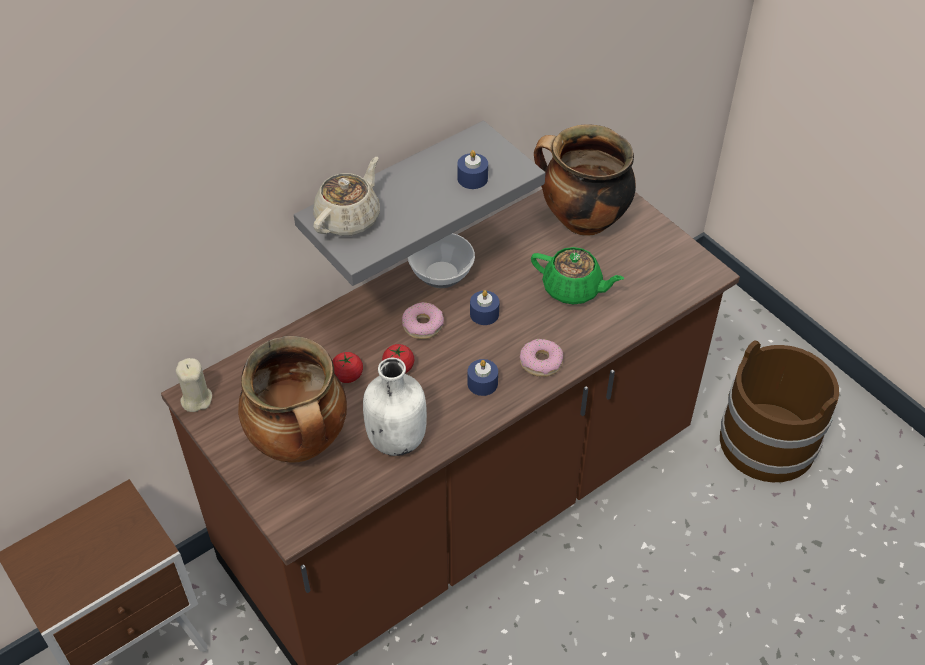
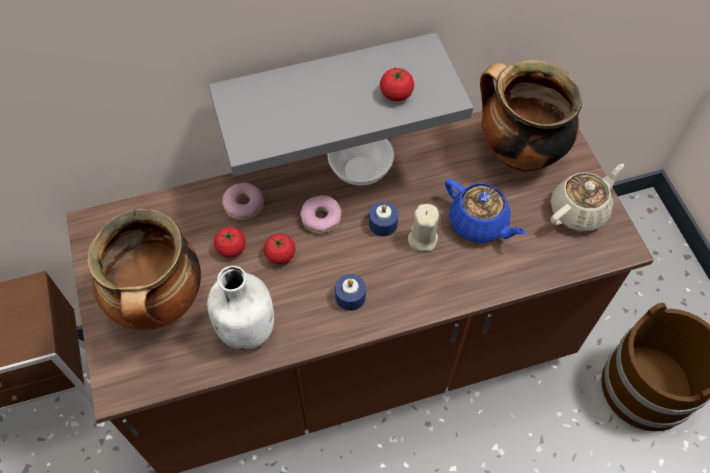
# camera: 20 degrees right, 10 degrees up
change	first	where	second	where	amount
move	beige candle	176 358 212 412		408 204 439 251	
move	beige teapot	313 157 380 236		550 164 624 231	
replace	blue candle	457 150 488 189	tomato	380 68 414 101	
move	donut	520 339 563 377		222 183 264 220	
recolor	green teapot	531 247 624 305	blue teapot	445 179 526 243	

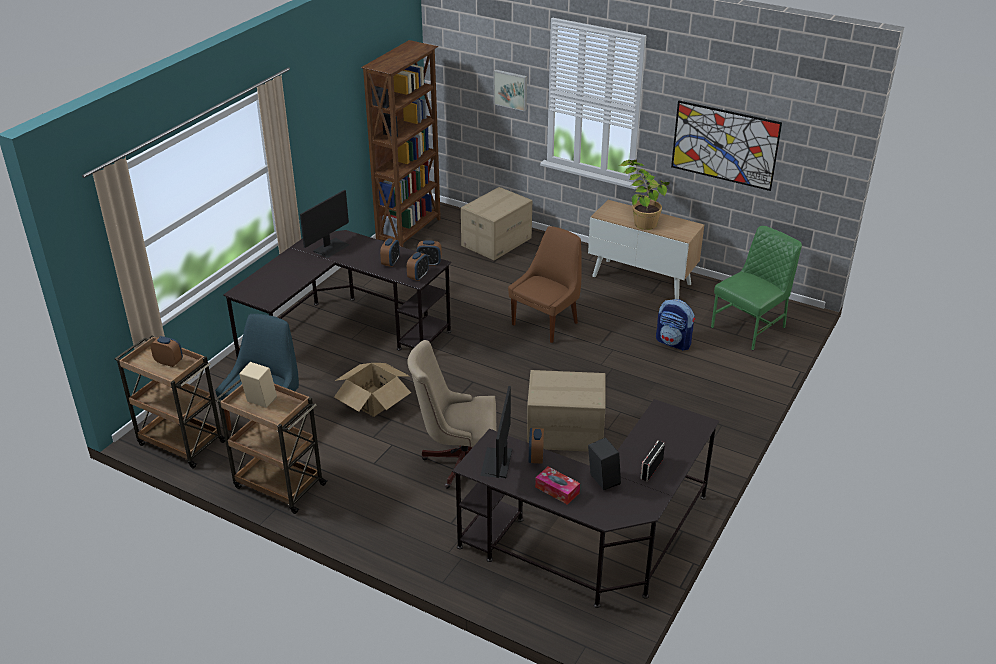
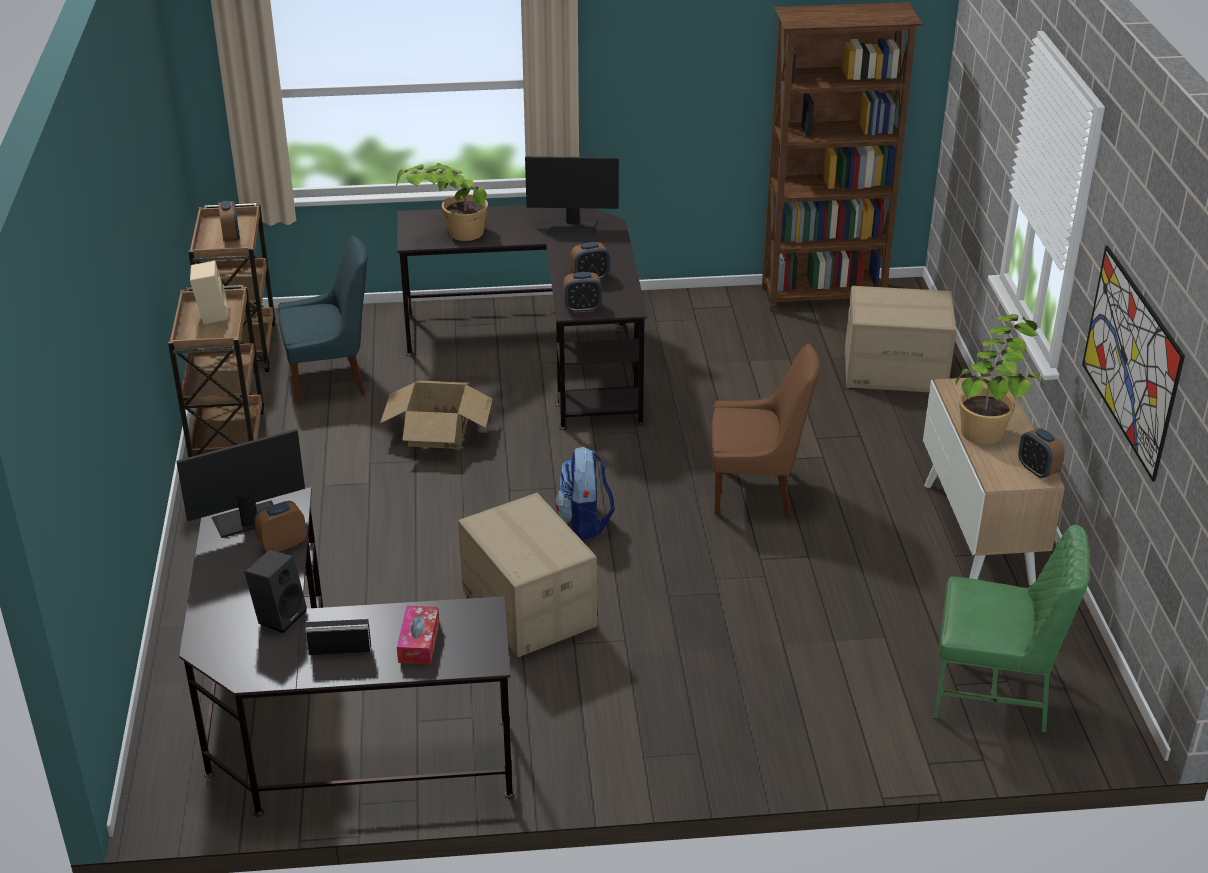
# camera: 55 degrees right, 0 degrees up
change	first	where	second	where	amount
delete	beige office chair	407 340 496 489			
move	alarm clock	417 240 442 266		1018 428 1065 479	
delete	picture	494 70 527 111			
move	tissue box	535 467 580 505		397 606 439 664	
move	backpack	656 299 695 351		556 446 615 540	
insert			potted plant	396 163 488 241	

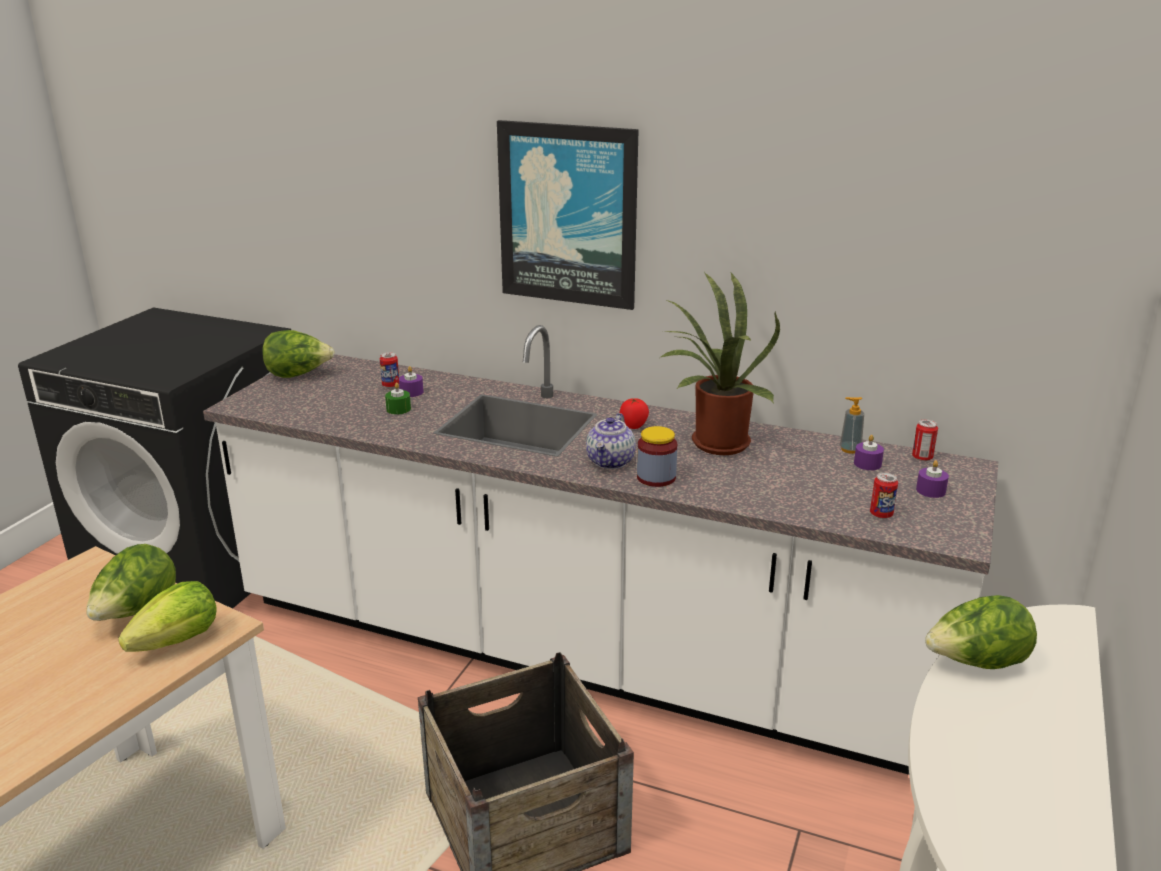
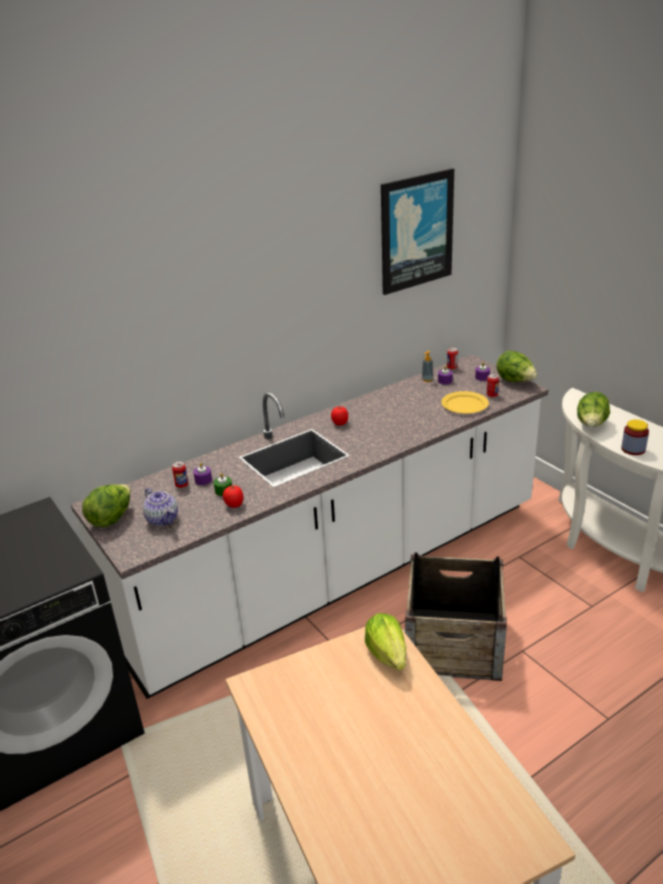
# camera: 55 degrees left, 5 degrees up
change	first	where	second	where	amount
move	lettuce	86 544 176 621		496 350 537 382	
move	picture	497 120 639 310		381 168 454 295	
move	teapot	586 413 636 469		143 488 178 526	
move	jar	637 426 677 487		621 420 649 455	
delete	potted plant	661 273 780 455			
insert			tomato	223 485 243 508	
insert			yellow plate	441 391 489 414	

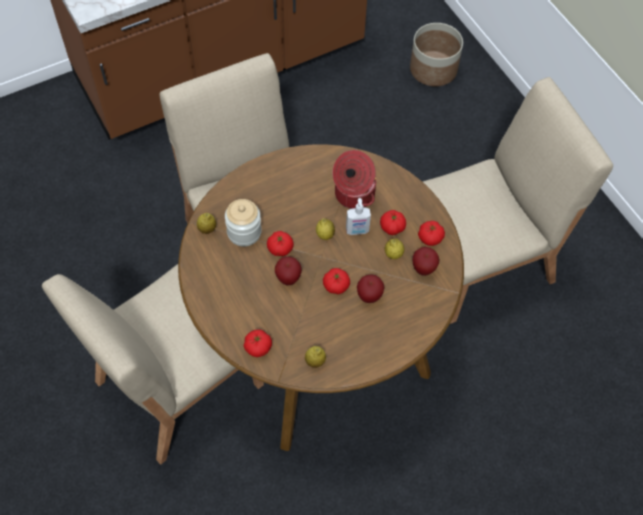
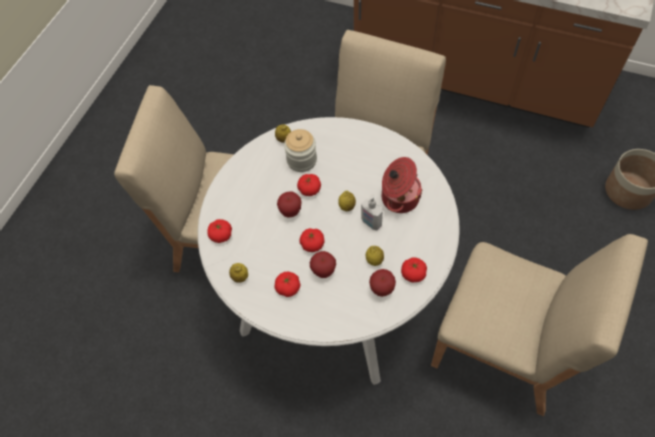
# camera: 55 degrees right, 0 degrees up
change	first	where	second	where	amount
recolor	brown dining table	178 144 464 451	white dining table	198 117 460 385	
move	tomato	380 210 406 235		274 272 301 297	

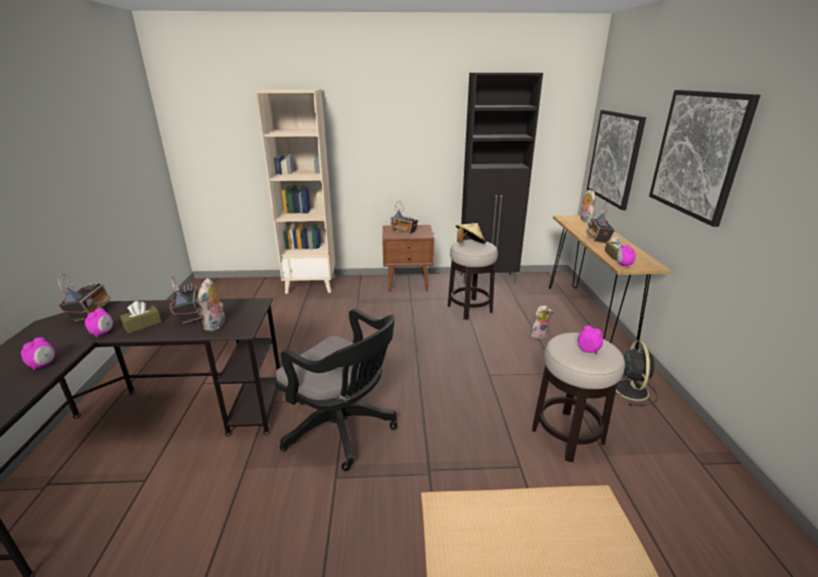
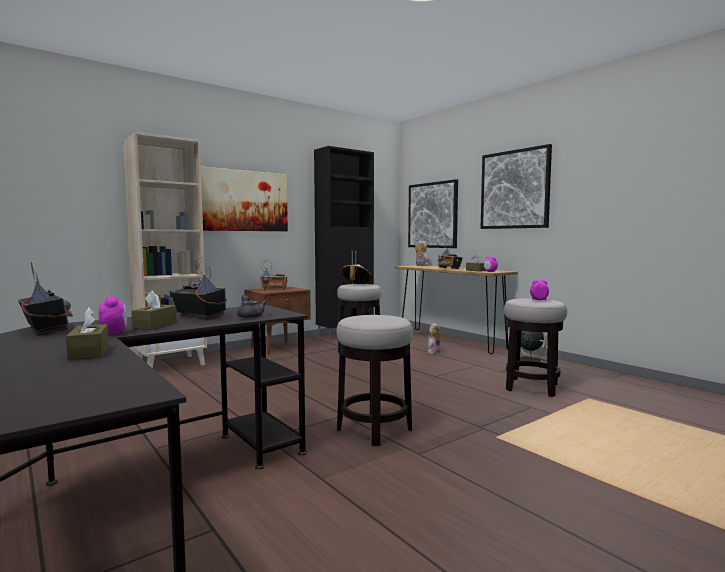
# camera: 35 degrees left, 20 degrees down
change	first	where	second	where	amount
replace	alarm clock	21 337 55 370	brown tissue box	66 307 109 360	
replace	plush toy	197 278 225 331	grey teapot	237 295 267 318	
replace	black office chair	274 309 397 471	stool	337 315 413 446	
insert			picture	201 167 288 231	

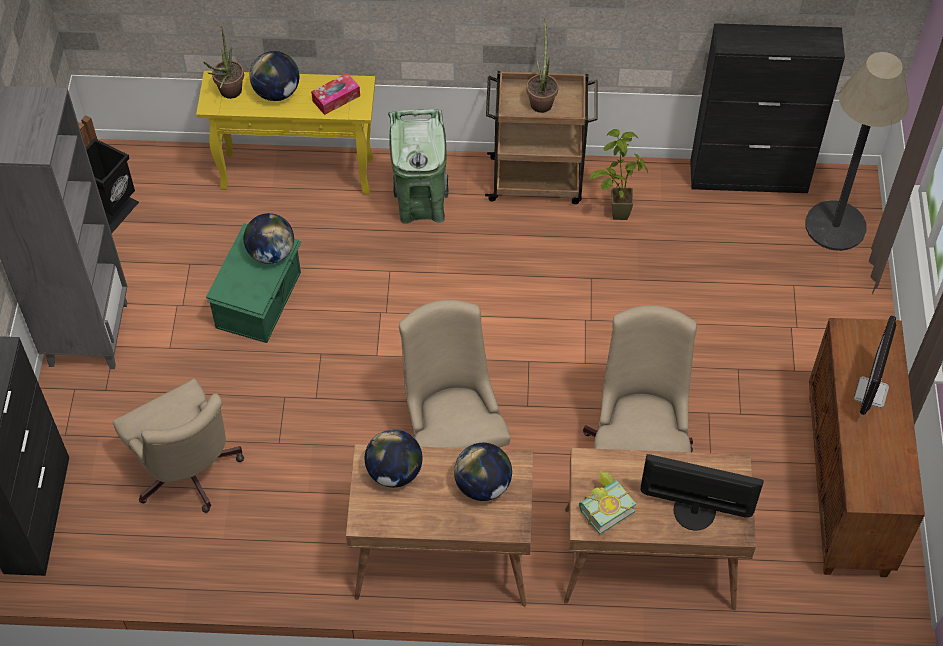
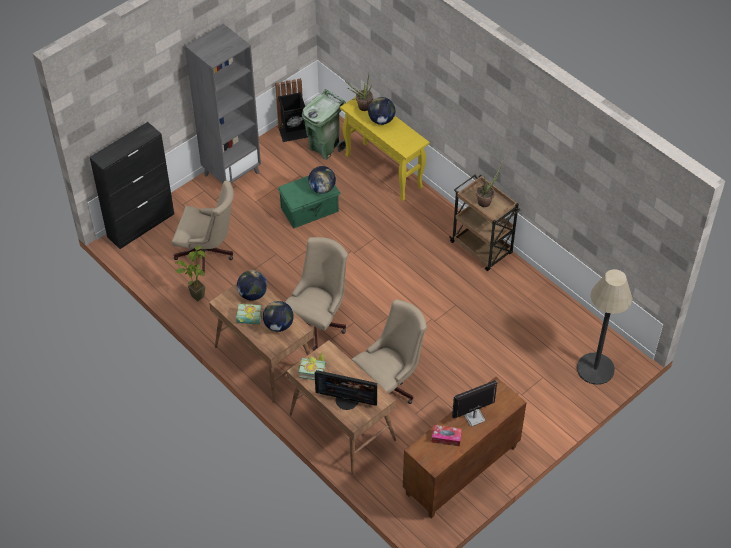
# camera: 45 degrees right, 5 degrees down
change	first	where	second	where	amount
rotate	beige office chair	113 379 244 513		172 180 234 273	90 degrees counterclockwise
move	tissue box	311 73 360 115		431 425 462 446	
move	green trash can	388 109 449 224		302 89 346 160	
move	potted plant	589 129 648 220		175 246 205 302	
rotate	monitor	640 454 764 531		315 370 377 410	135 degrees clockwise
delete	black cabinet	690 23 845 193			
insert			book	236 303 262 325	

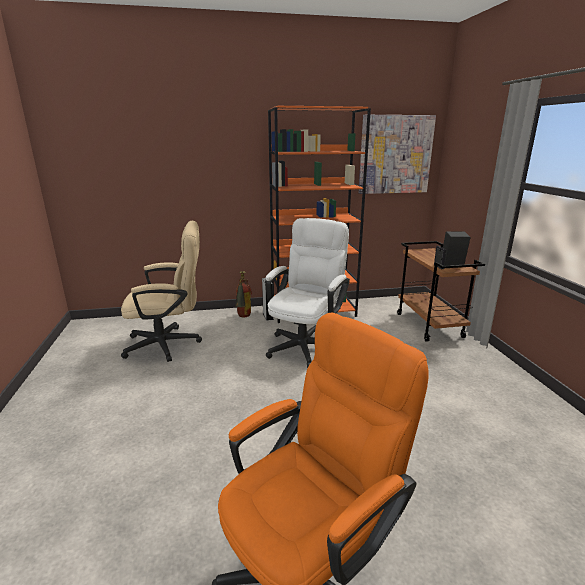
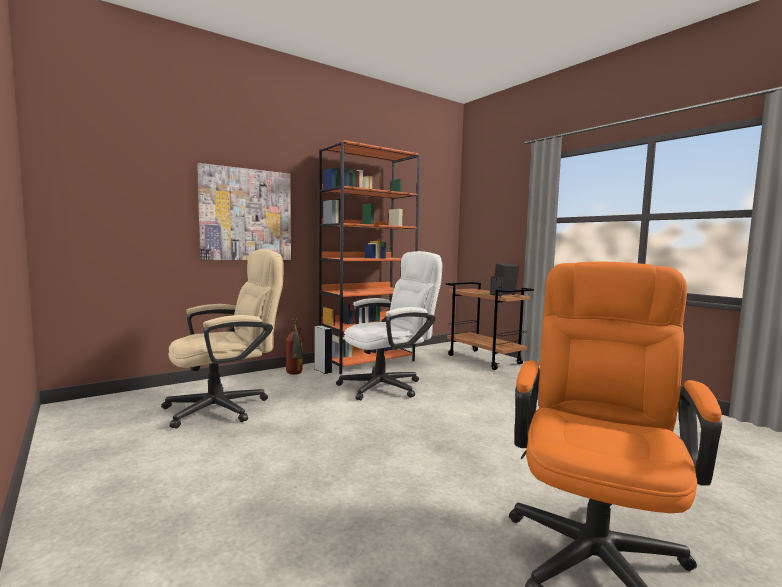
# camera: 25 degrees left, 15 degrees down
change	first	where	second	where	amount
rotate	white office chair	265 218 350 368		336 251 442 400	60 degrees clockwise
move	picture	359 115 436 194		197 163 291 260	

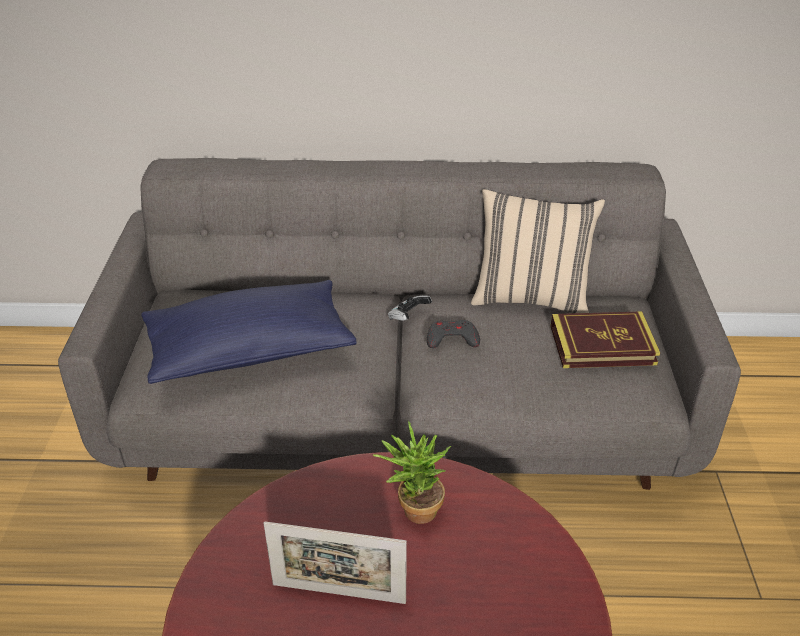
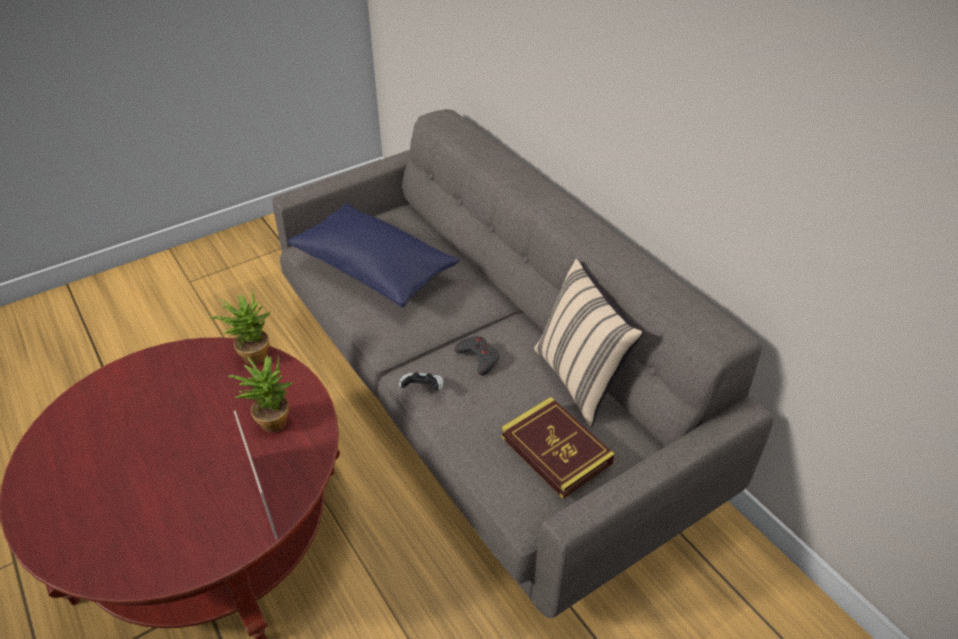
# camera: 55 degrees right, 5 degrees up
change	first	where	second	where	amount
move	picture frame	264 521 407 604		234 410 278 539	
move	game controller	388 295 432 320		399 372 443 391	
insert			potted plant	210 289 271 365	

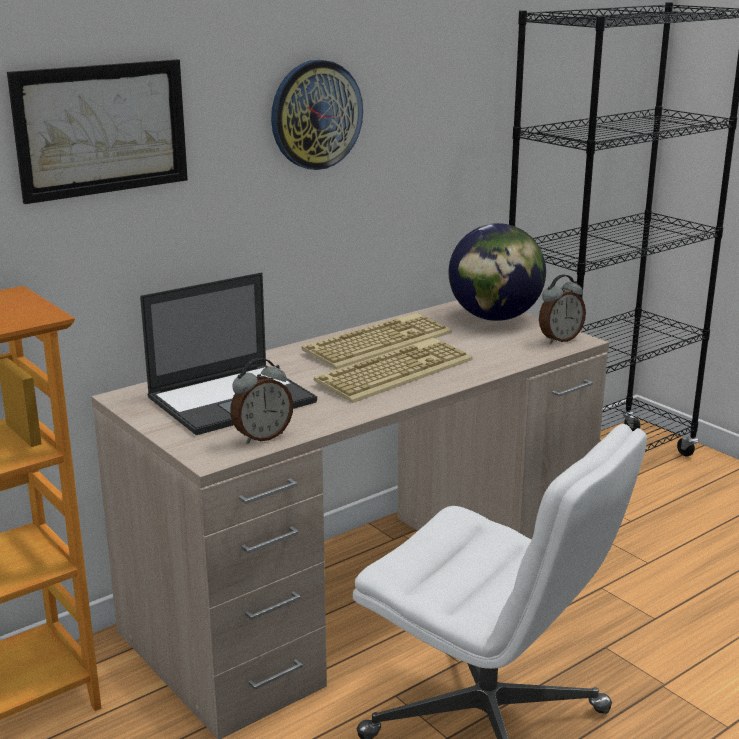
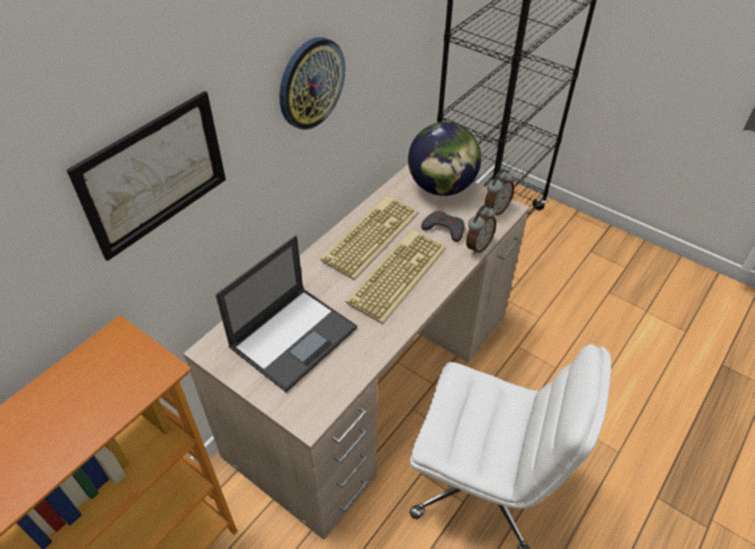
# camera: 15 degrees left, 25 degrees up
change	first	where	second	where	amount
move	alarm clock	230 358 293 444		466 205 496 255	
insert			grey game controller	421 211 465 242	

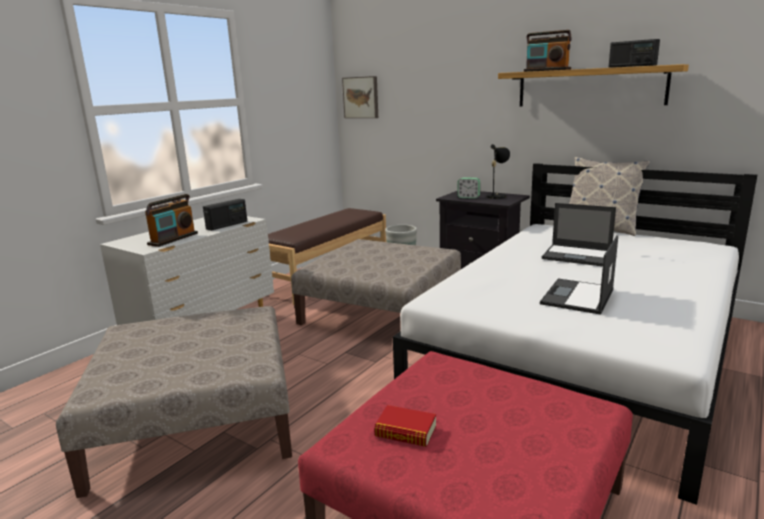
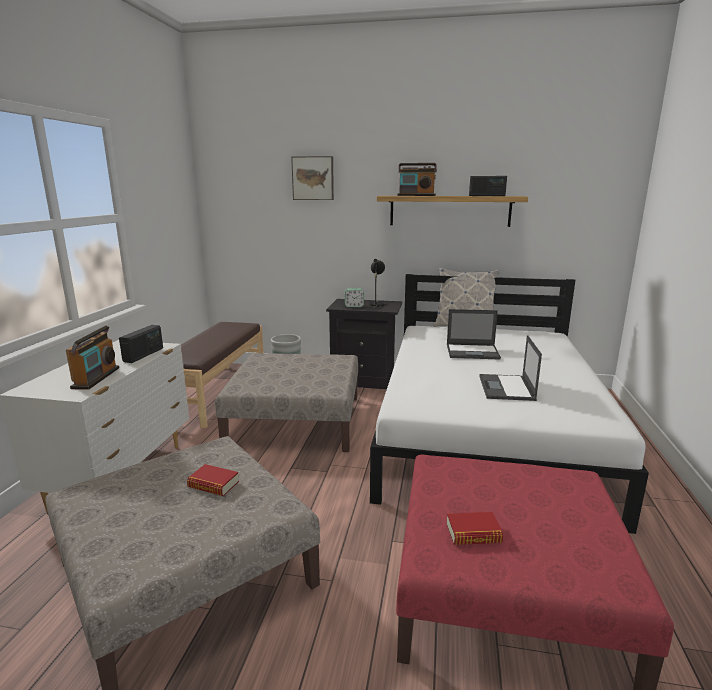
# camera: 25 degrees left, 0 degrees up
change	first	where	second	where	amount
move	picture	342 76 378 118		291 156 334 200	
insert			book	187 464 239 496	

